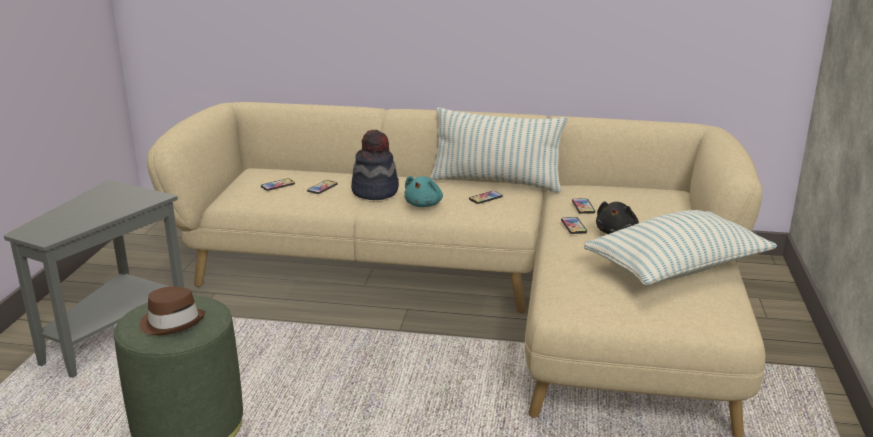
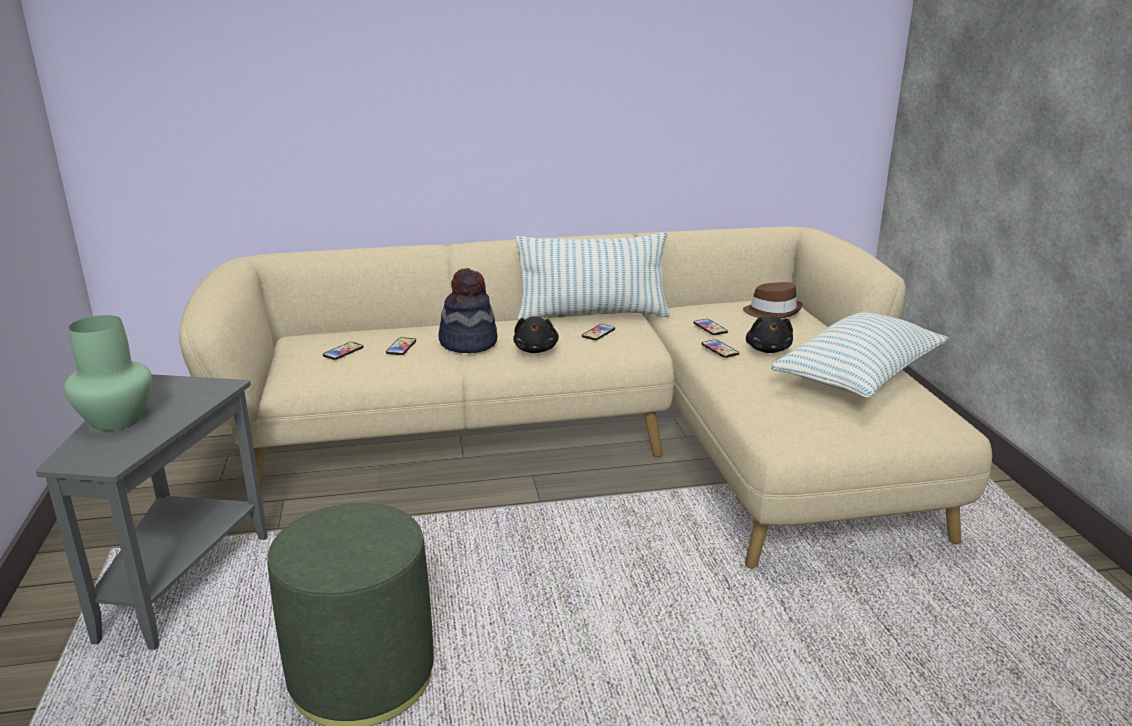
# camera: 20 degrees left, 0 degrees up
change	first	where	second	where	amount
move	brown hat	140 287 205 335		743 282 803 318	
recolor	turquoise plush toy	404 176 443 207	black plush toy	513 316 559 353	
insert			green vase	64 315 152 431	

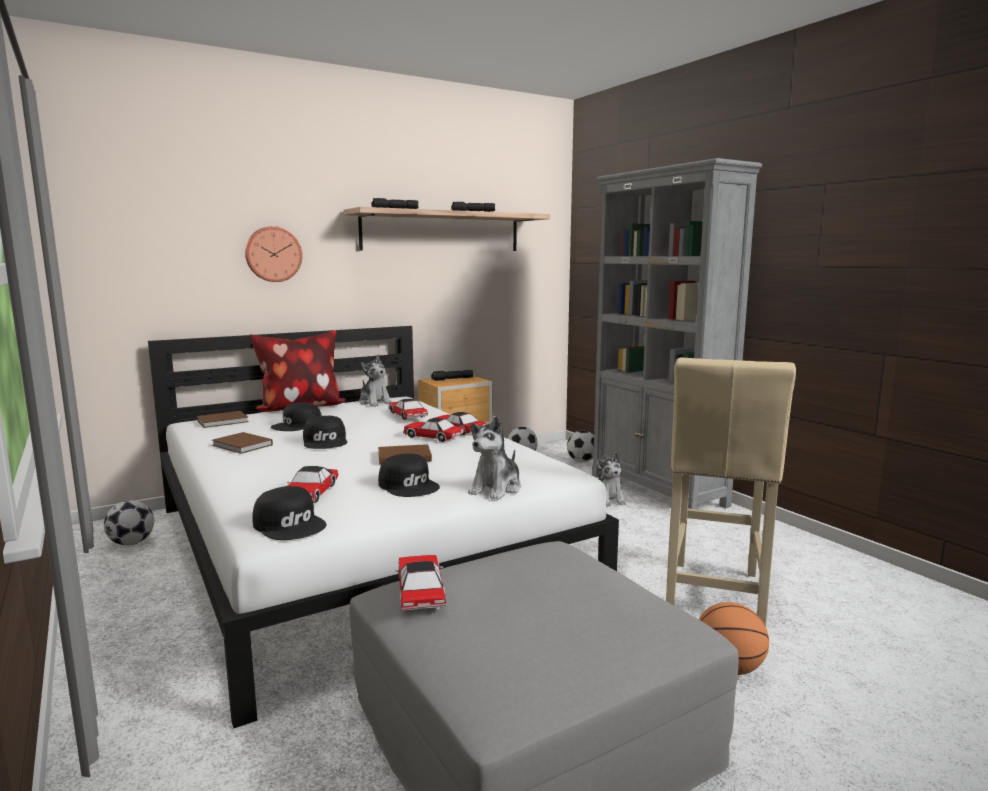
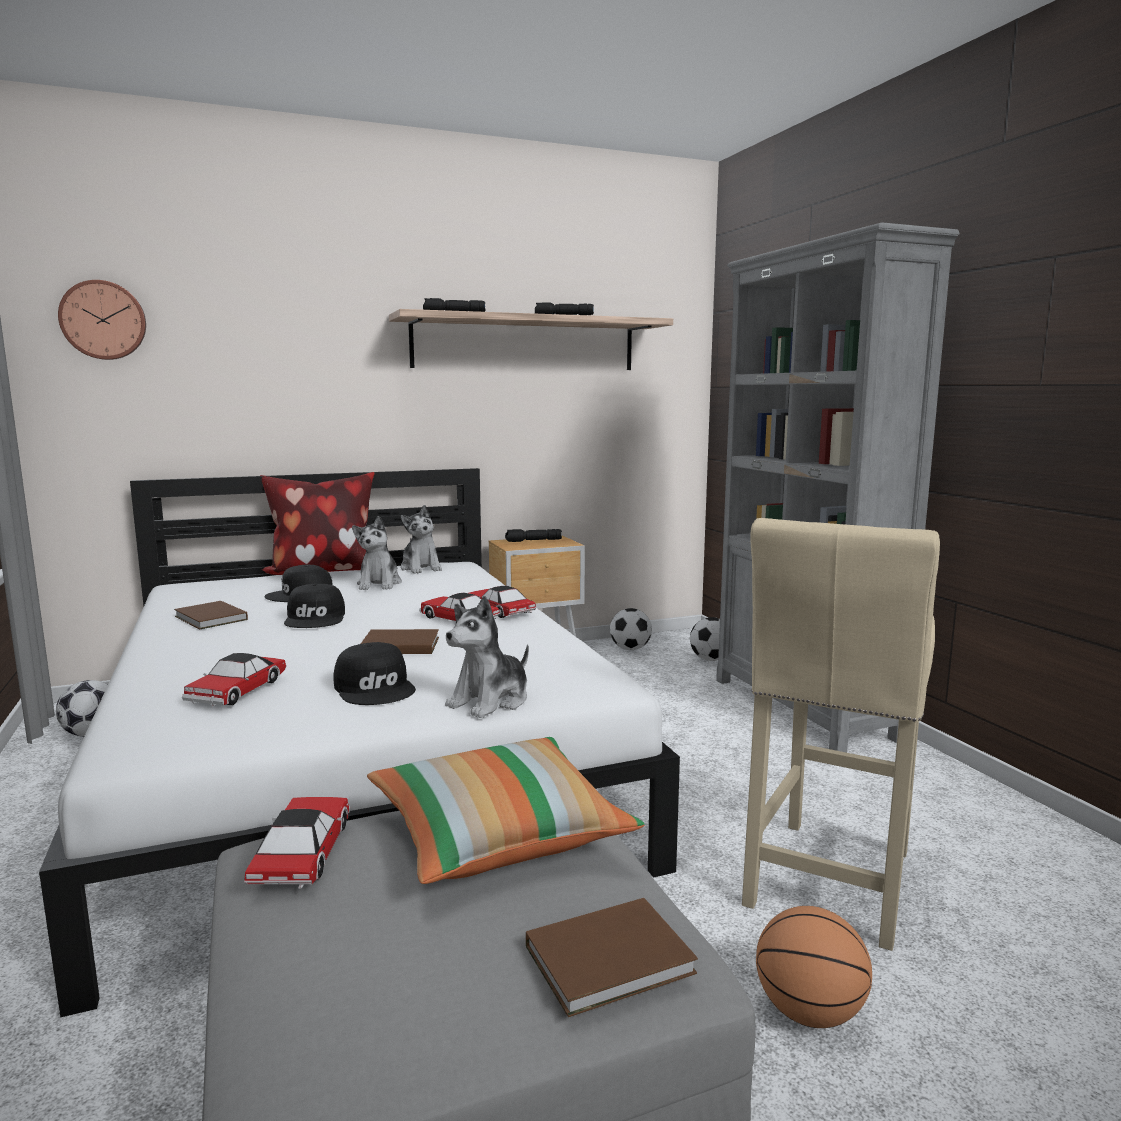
# camera: 10 degrees right, 0 degrees up
change	first	where	second	where	amount
move	brown book	197 411 249 428		526 898 698 1017	
move	wall clock	245 226 302 282		58 280 146 360	
delete	black cap	252 486 326 540			
delete	toy car	389 399 428 420			
move	plush toy	596 452 626 506		352 516 402 590	
insert			pillow	367 737 644 884	

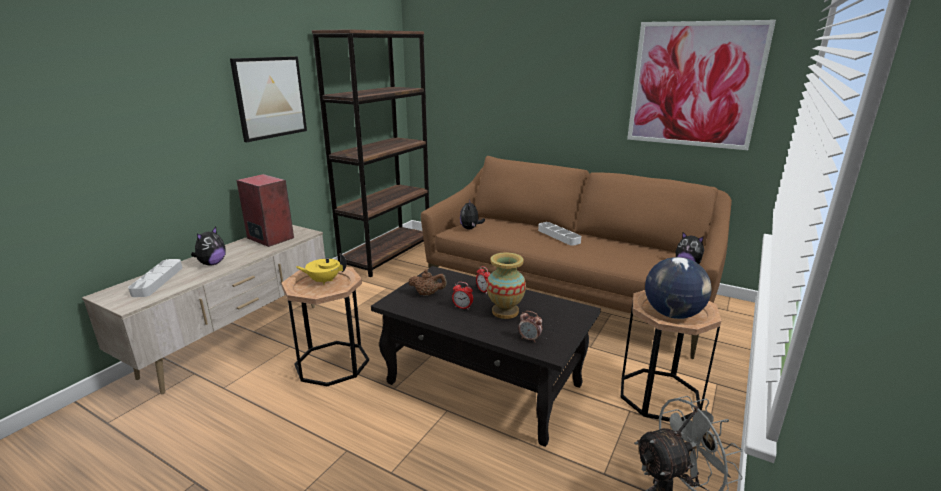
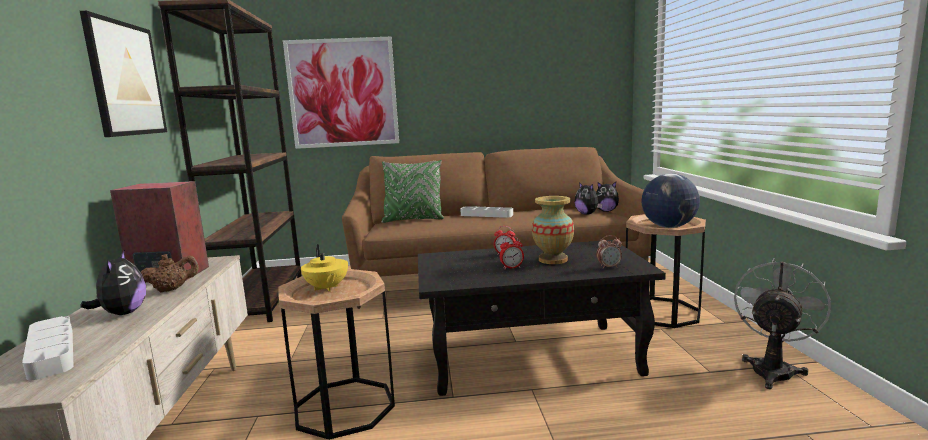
# camera: 35 degrees left, 10 degrees down
change	first	where	second	where	amount
rotate	yellow teapot	296 253 347 285		301 244 348 292	75 degrees counterclockwise
move	brown teapot	408 269 447 296		141 254 199 292	
move	plush toy	460 199 485 229		575 182 603 215	
move	picture	627 20 776 150		283 37 399 149	
insert			green pillow	382 160 444 223	

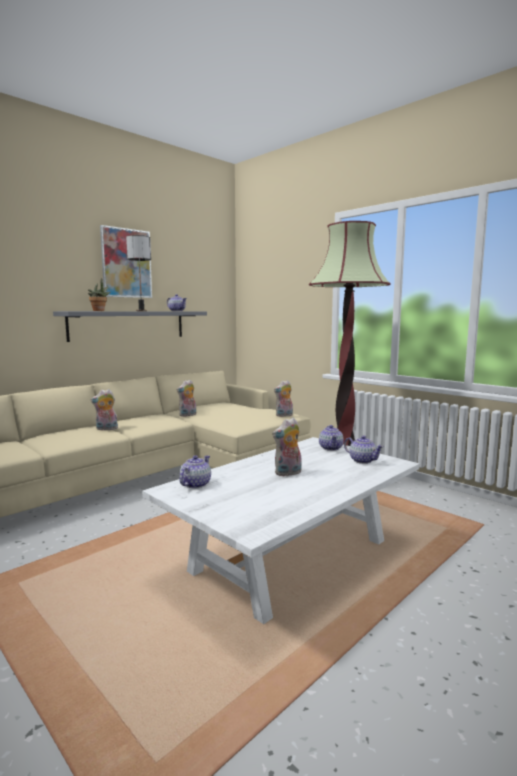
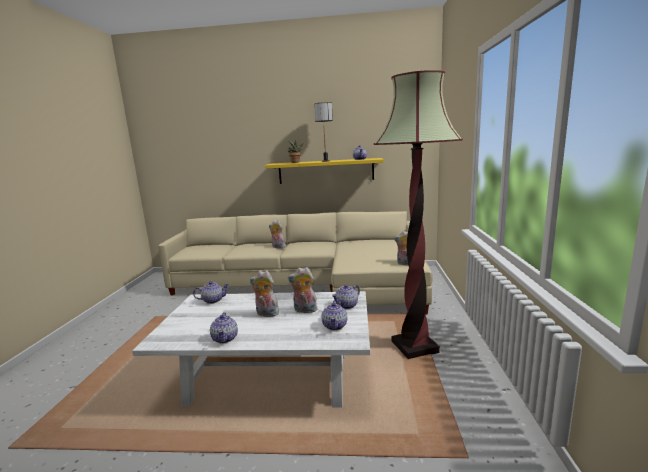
# camera: 50 degrees right, 5 degrees up
change	first	where	second	where	amount
recolor	grey shelf	53 311 207 342	yellow shelf	265 158 384 184	
delete	picture	100 225 152 298			
move	plush toy	177 380 196 417		288 267 317 313	
insert			teapot	210 312 238 344	

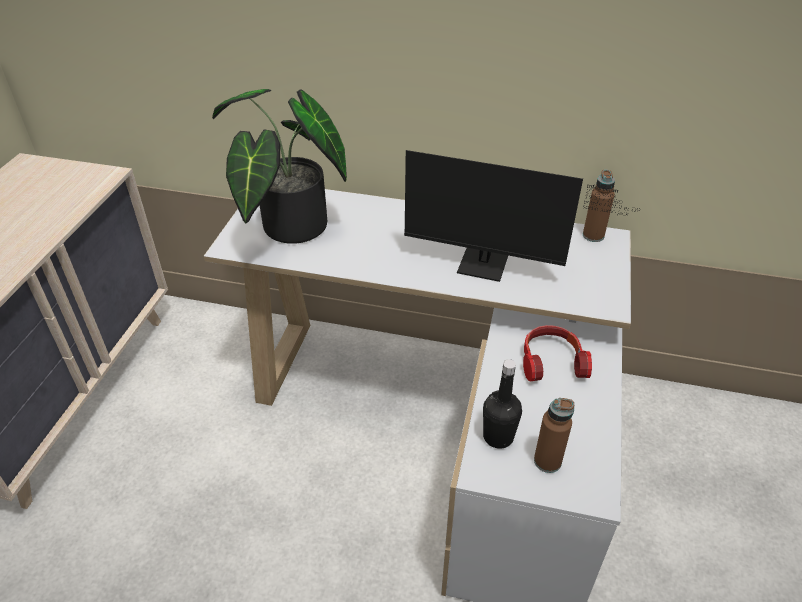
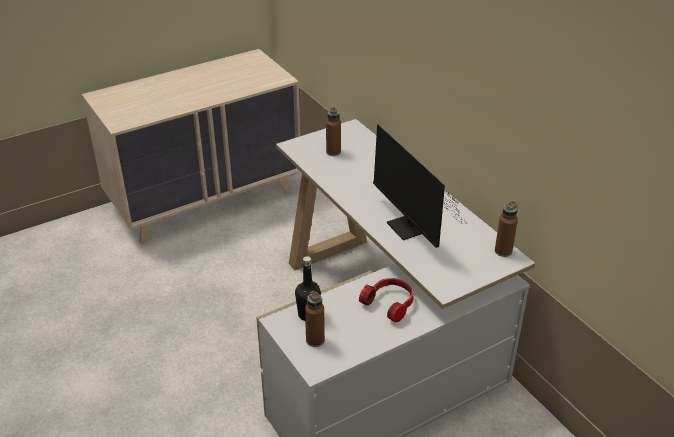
# camera: 45 degrees right, 5 degrees down
change	first	where	second	where	amount
replace	potted plant	212 89 347 244	brown bottle	326 107 341 156	

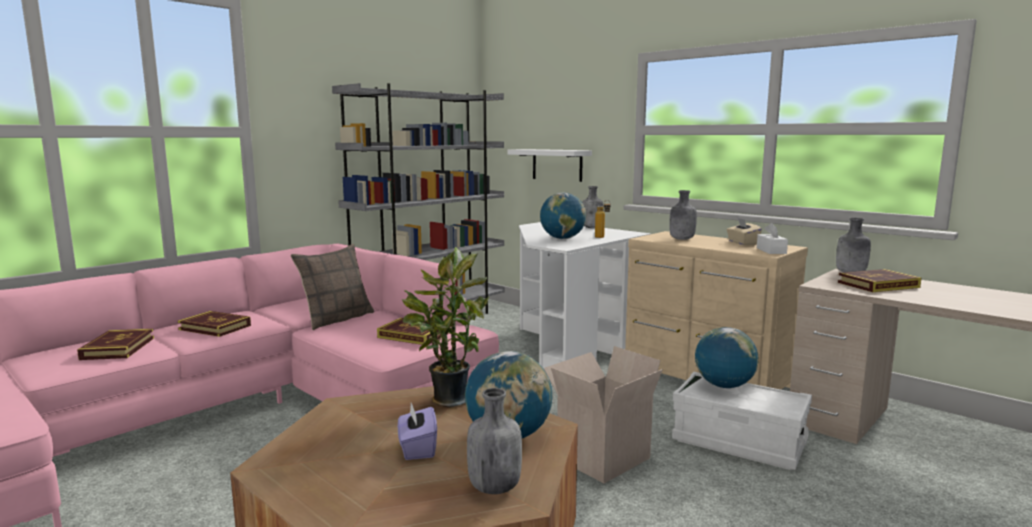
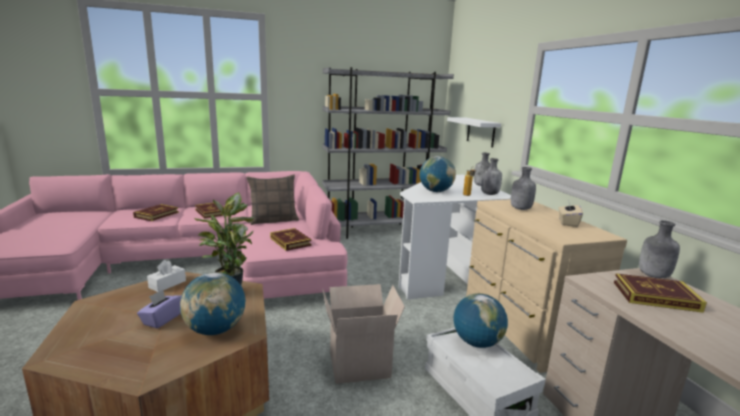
# camera: 30 degrees right, 5 degrees up
change	first	where	second	where	amount
move	grey bottle	467 388 522 494		481 158 502 195	
move	white tissue box	757 223 788 254		147 260 186 292	

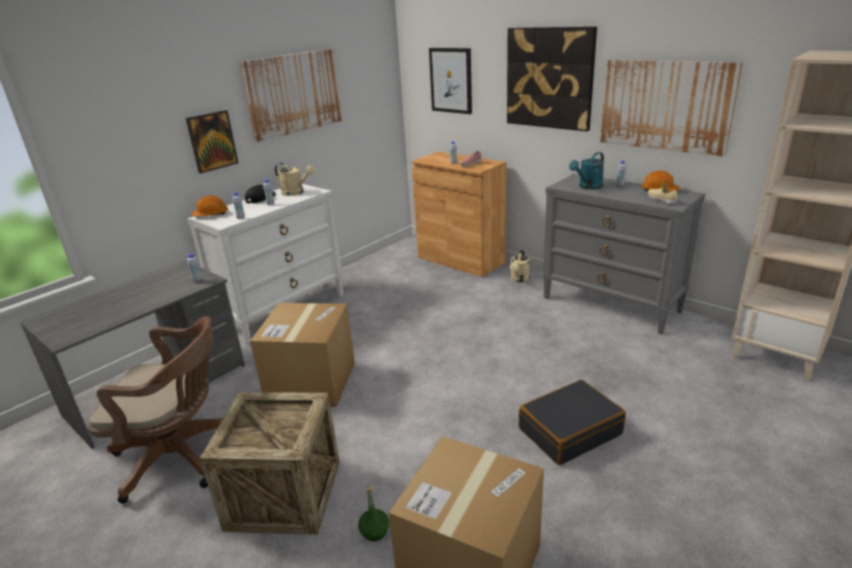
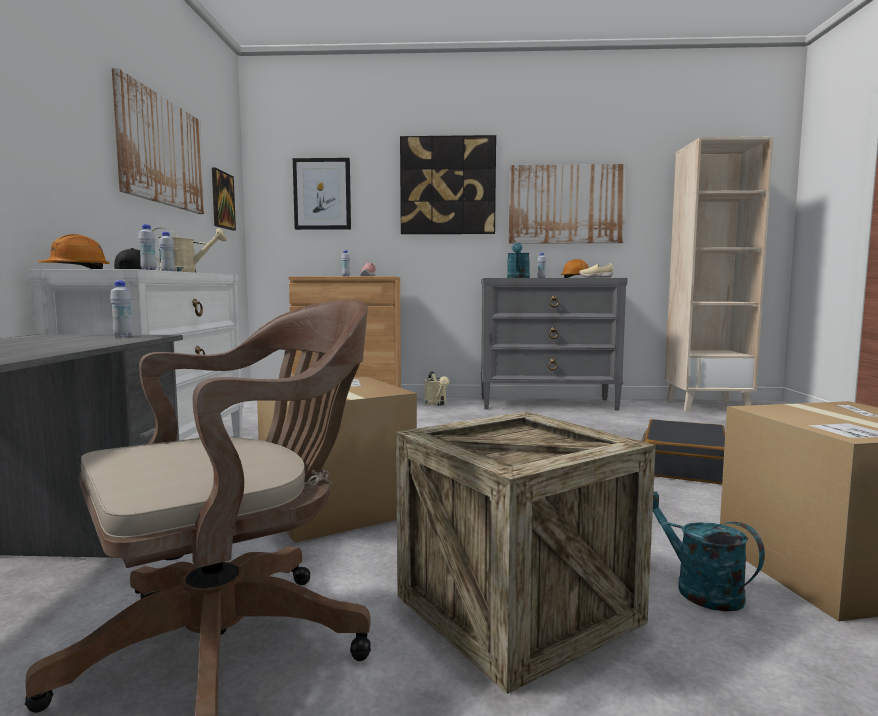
# camera: 40 degrees left, 20 degrees down
change	first	where	second	where	amount
move	picture	186 110 238 174		212 167 236 231	
replace	green bottle	358 486 389 541	turquoise watering can	653 491 765 611	

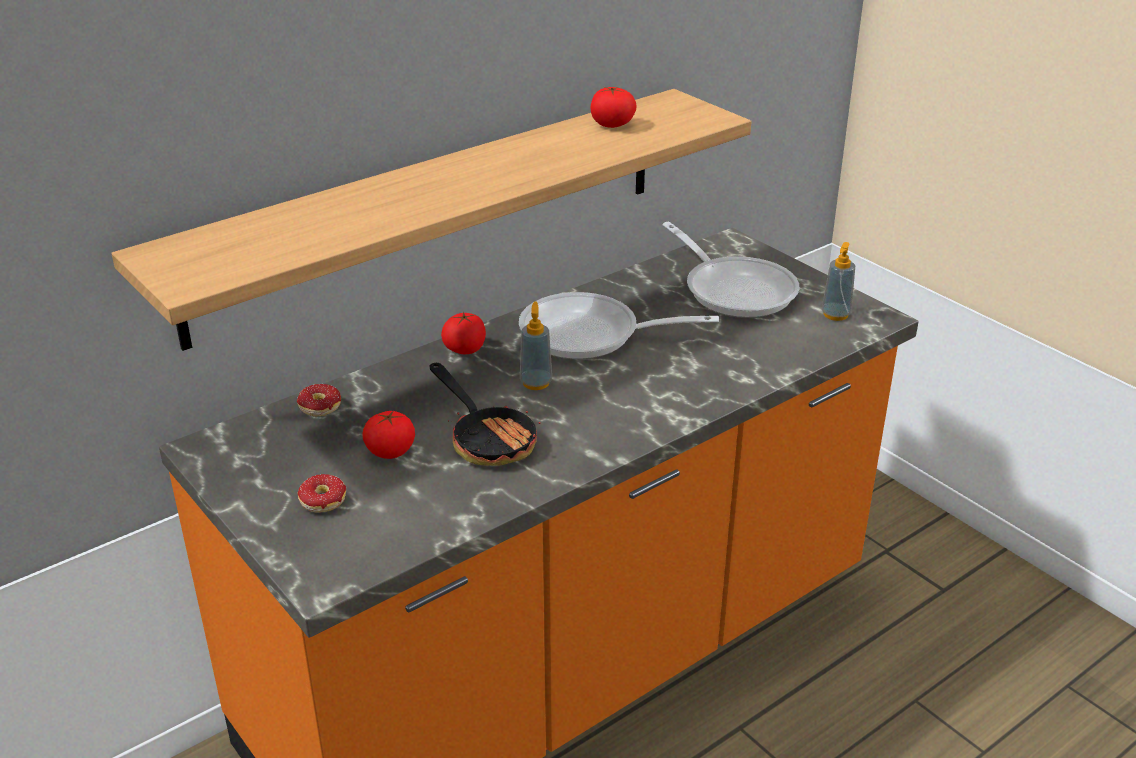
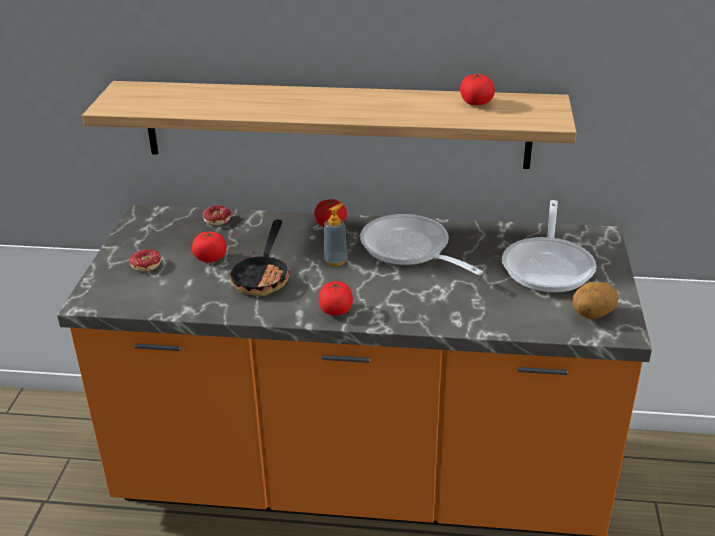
# camera: 45 degrees right, 0 degrees up
change	first	where	second	where	amount
replace	soap dispenser	821 242 855 321	potato	572 282 618 319	
insert			tomato	319 281 353 315	

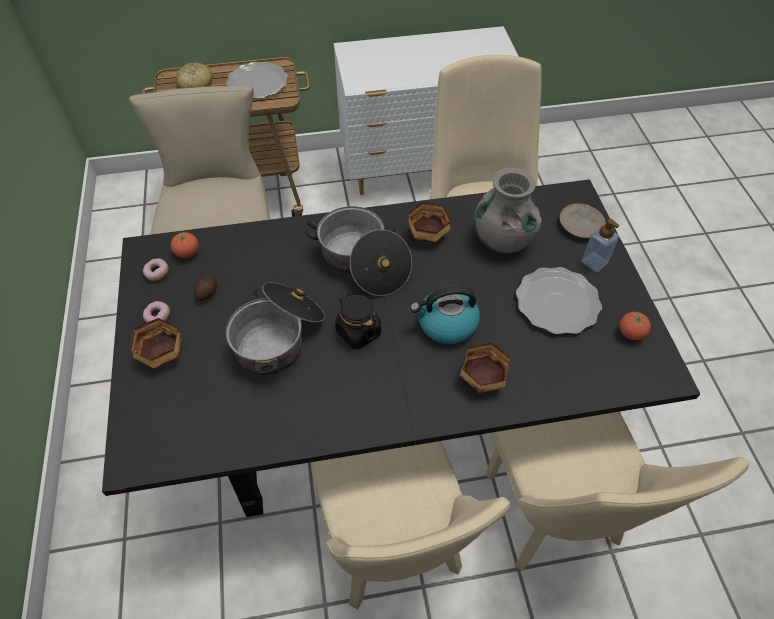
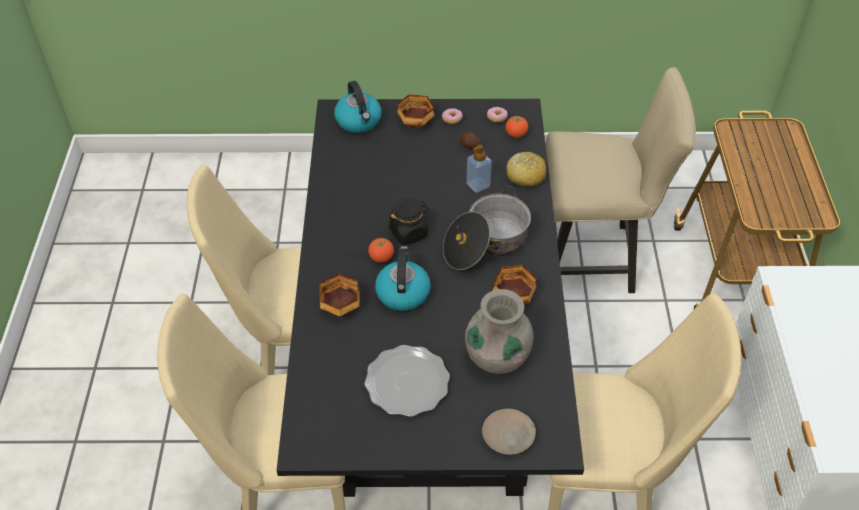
# camera: 100 degrees right, 5 degrees down
change	first	where	second	where	amount
move	bread	176 62 213 89		506 152 546 186	
delete	plate	226 62 288 99			
delete	cooking pot	226 282 325 375			
move	soap dispenser	581 219 619 272		466 145 492 193	
move	tomato	620 312 651 340		368 238 394 263	
insert			kettle	334 81 382 133	

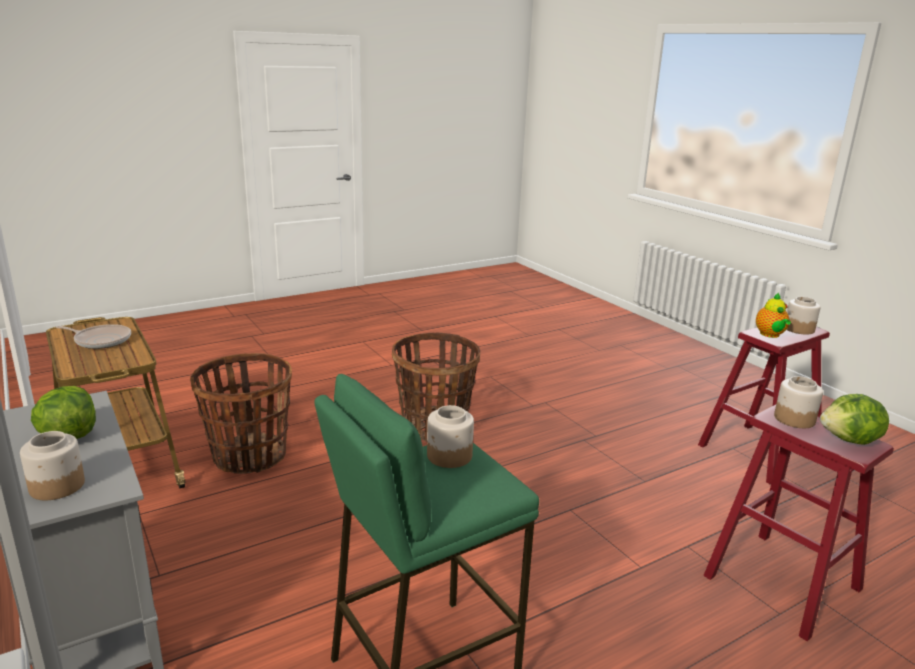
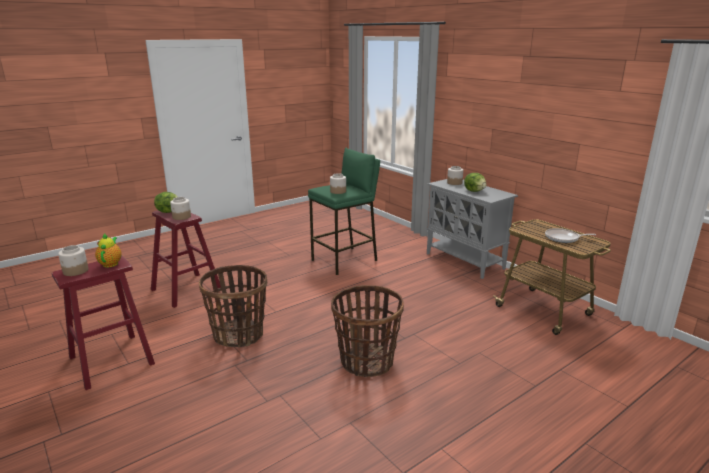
# camera: 175 degrees right, 0 degrees up
change	first	where	second	where	amount
move	basket	190 353 292 474		199 265 267 347	

